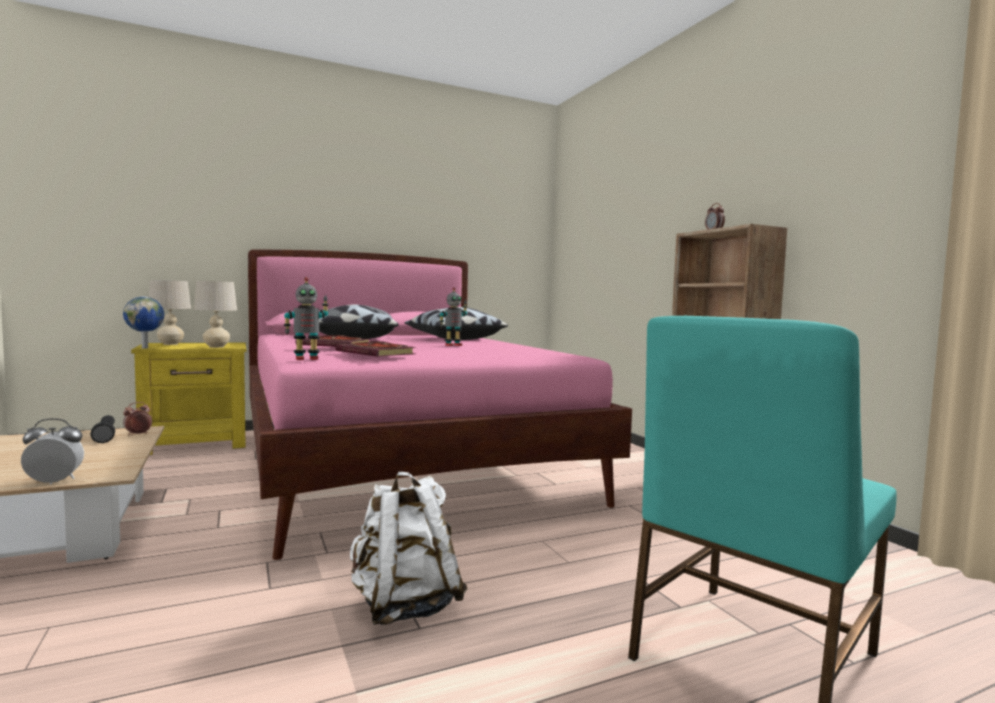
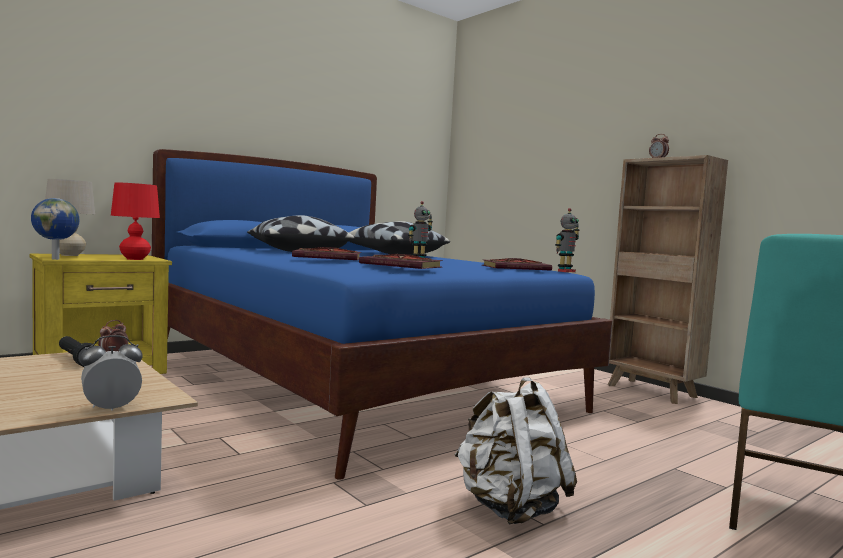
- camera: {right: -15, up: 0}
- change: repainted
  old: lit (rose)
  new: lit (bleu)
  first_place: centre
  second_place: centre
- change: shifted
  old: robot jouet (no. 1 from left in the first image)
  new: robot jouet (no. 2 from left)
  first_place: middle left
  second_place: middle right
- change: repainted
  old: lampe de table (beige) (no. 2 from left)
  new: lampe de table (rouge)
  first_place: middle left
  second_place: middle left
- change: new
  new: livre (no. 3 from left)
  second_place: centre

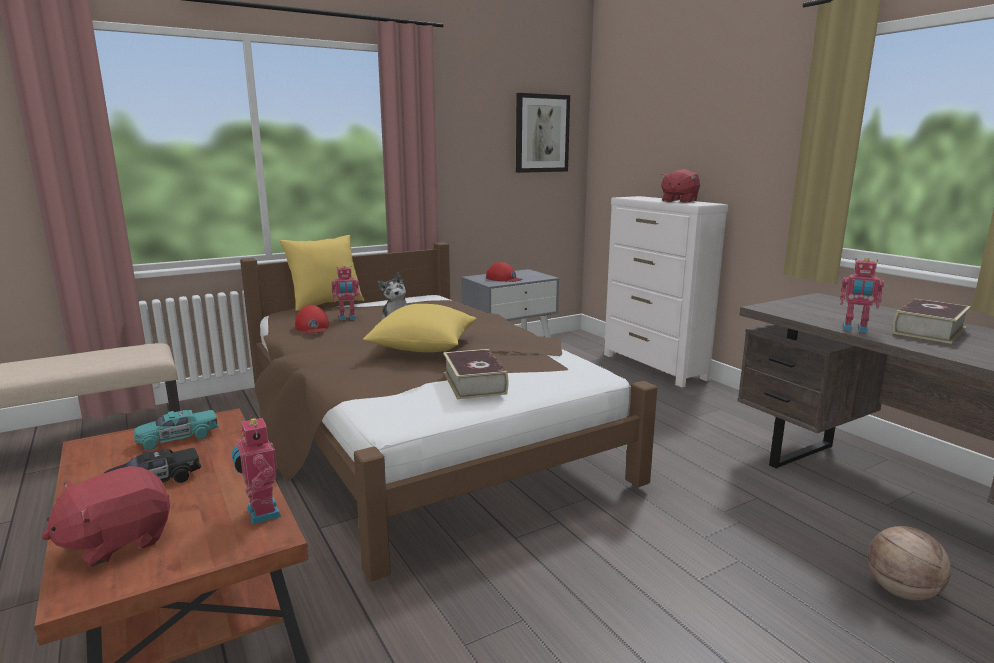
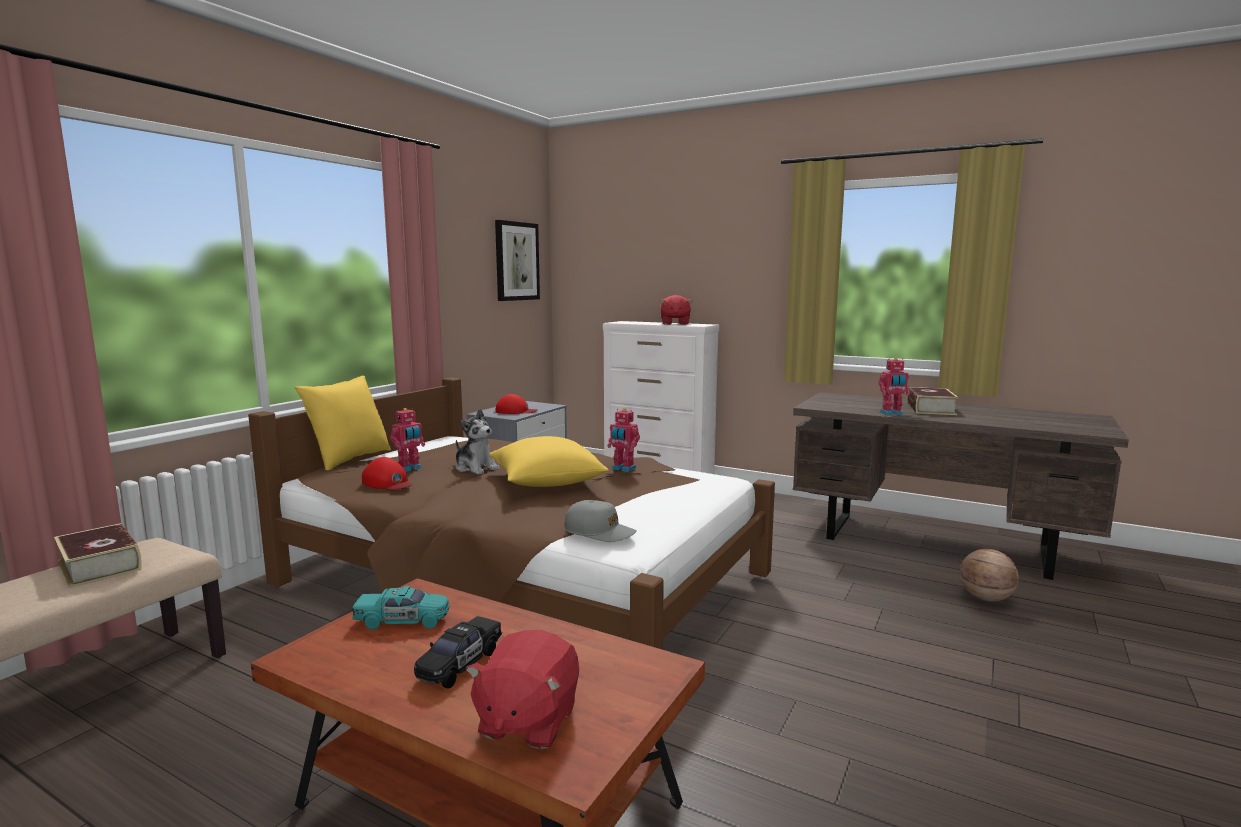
- camera: {right: -30, up: -5}
- change: shifted
  old: livre (no. 1 from left)
  first_place: centre
  second_place: bottom left
- change: rotated
  old: petite voiture (turquoise)
  first_place: middle left
  second_place: bottom left
  degrees: -120
- change: shifted
  old: robot jouet (no. 1 from left in the first image)
  new: robot jouet (no. 2 from left)
  first_place: bottom left
  second_place: centre
- change: new
  new: casquette (gris)
  second_place: centre

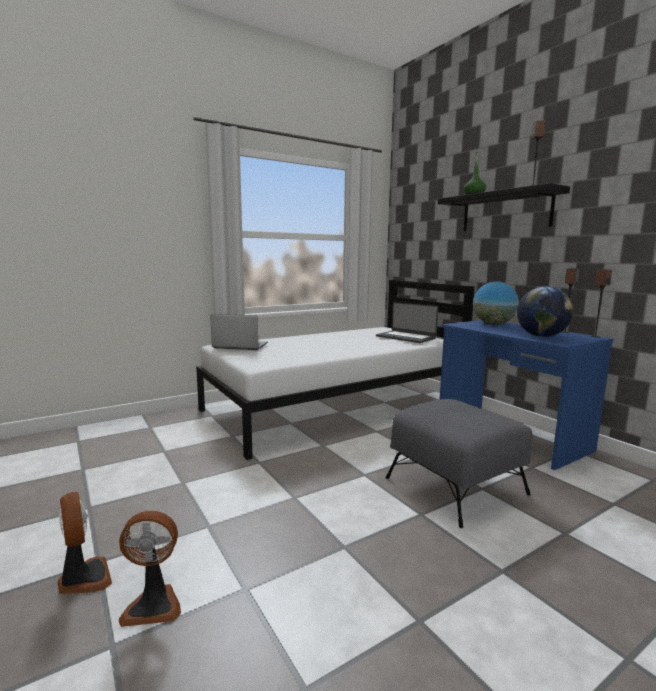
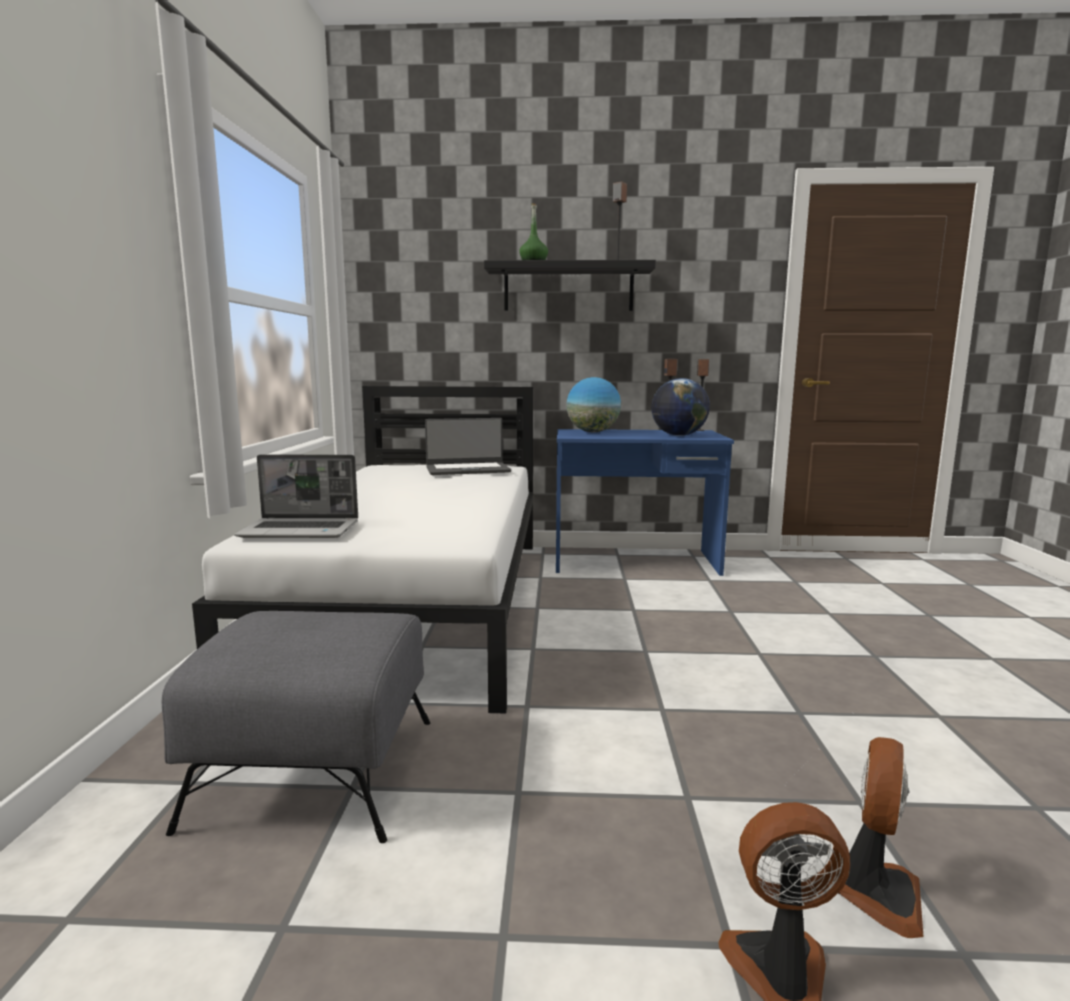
- camera: {right: -55, up: 0}
- change: rotated
  old: ordinateur portable (no. 1 from left)
  first_place: centre
  second_place: middle left
  degrees: -135
- change: shifted
  old: pouf (gris)
  first_place: bottom right
  second_place: bottom left

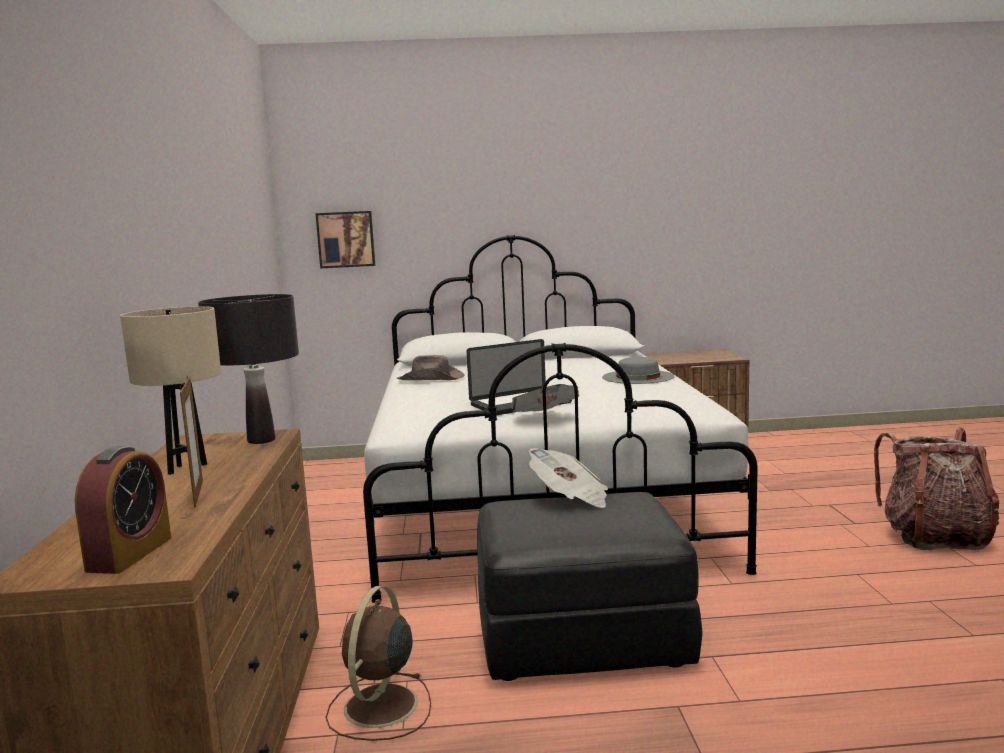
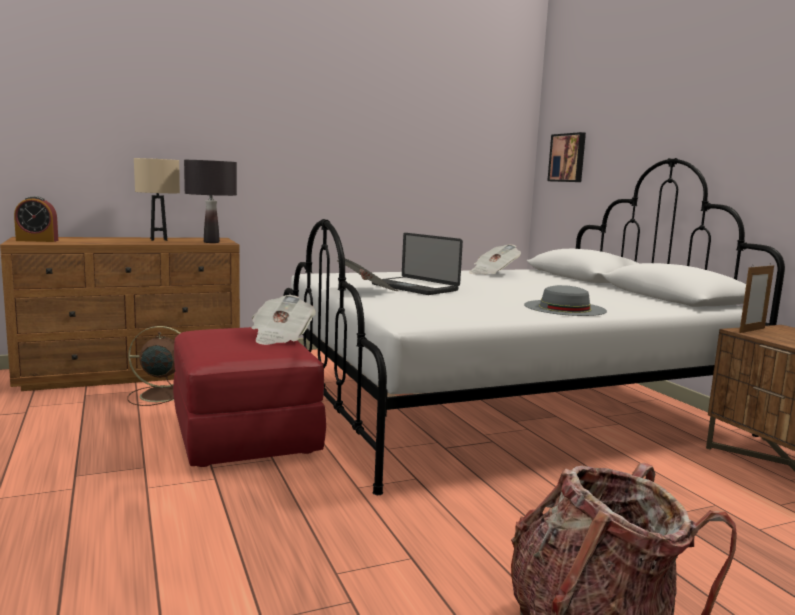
- camera: {right: 70, up: 0}
- change: swapped
  old: chapeau (marron)
  new: journal (no. 3 from left)
  first_place: centre
  second_place: centre
- change: shifted
  old: cadre photo
  first_place: middle left
  second_place: middle right
- change: repainted
  old: pouf (noir)
  new: pouf (rouge)
  first_place: bottom centre
  second_place: middle left

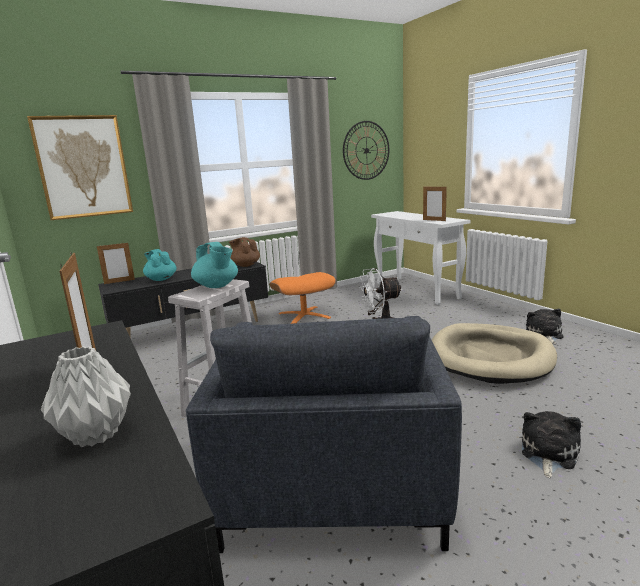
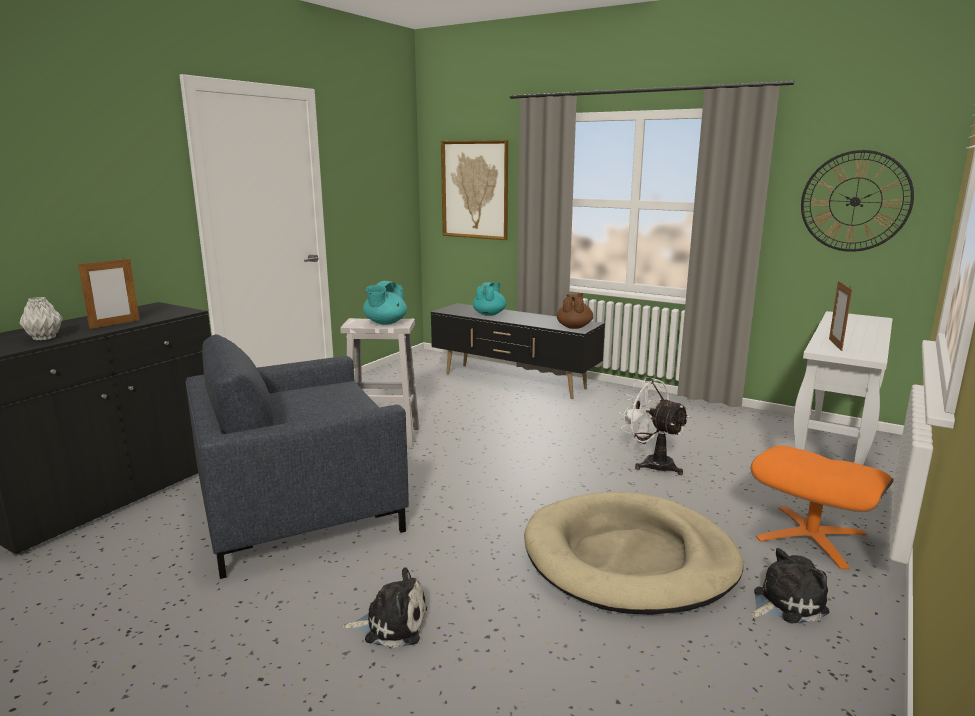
- camera: {right: 60, up: 0}
- change: gone
  old: cadre photo (no. 2 from left)
  first_place: middle left
- change: shifted
  old: pouf (orange)
  first_place: centre
  second_place: bottom right

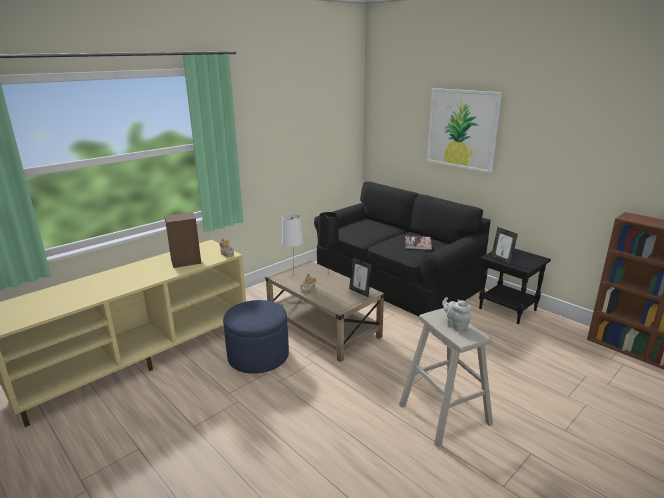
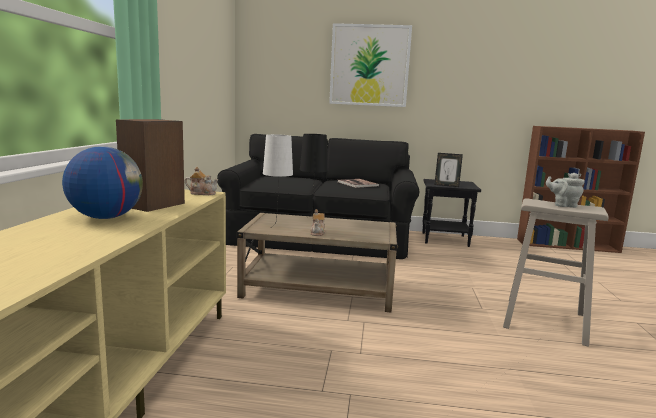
- camera: {right: -40, up: -10}
- change: gone
  old: cadre photo (no. 1 from left)
  first_place: centre
- change: gone
  old: pouf (bleu)
  first_place: bottom centre
- change: new
  new: globe
  second_place: middle left

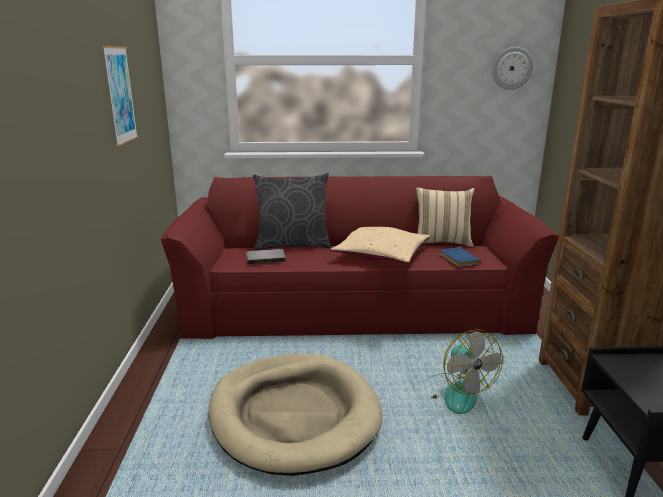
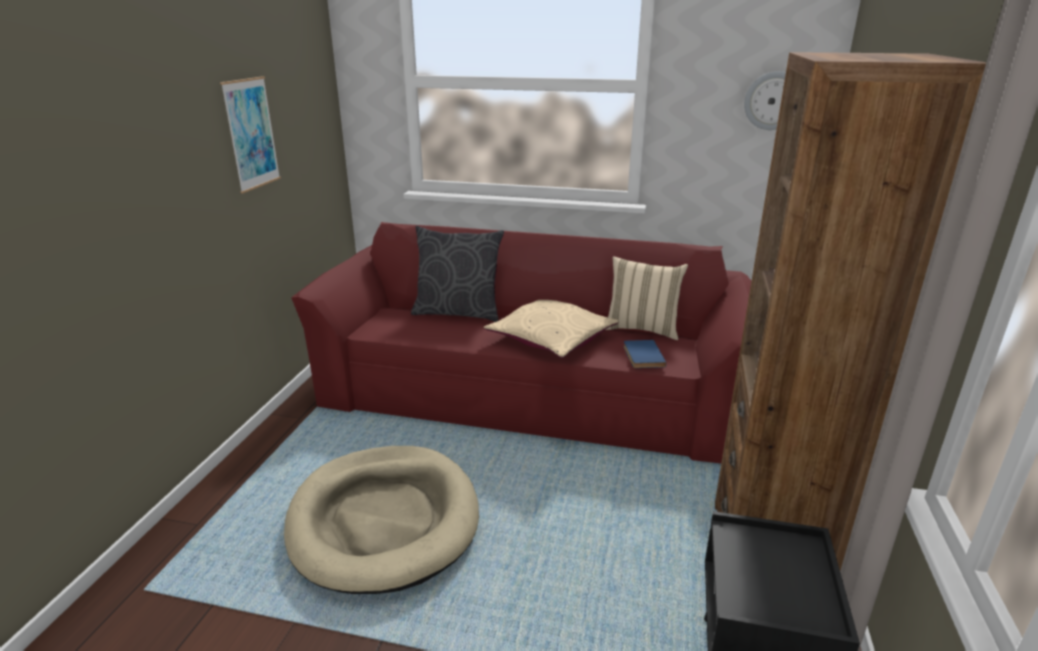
- camera: {right: 15, up: 5}
- change: gone
  old: livre (gris)
  first_place: centre
- change: gone
  old: ventilateur
  first_place: bottom right

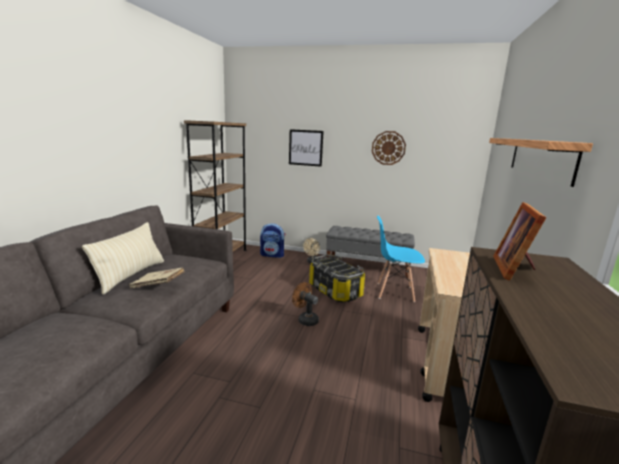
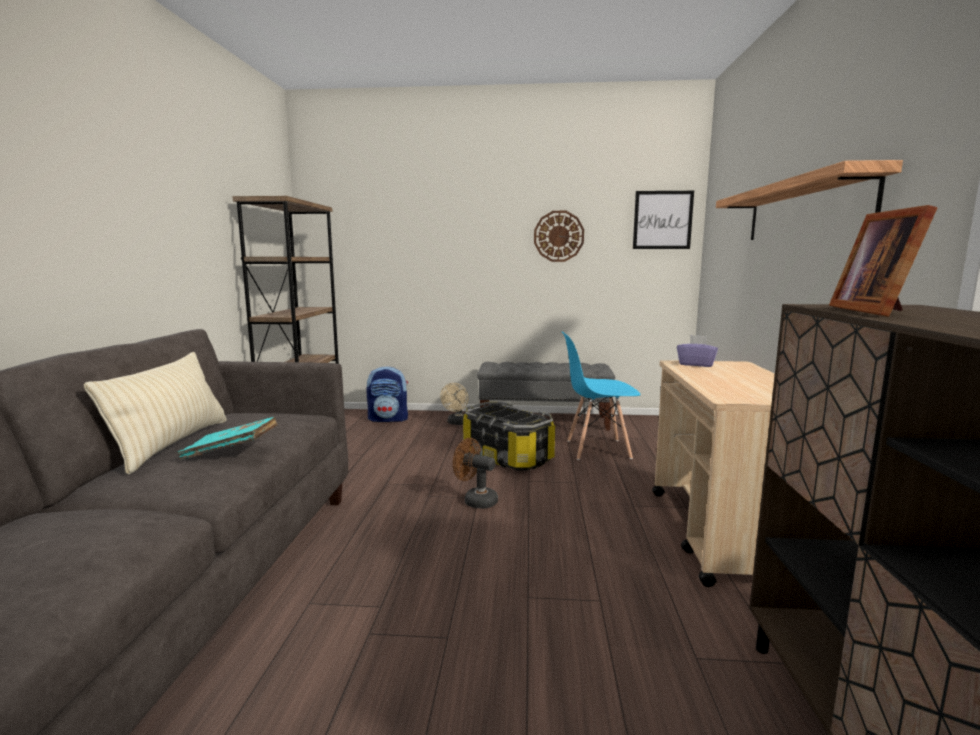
- camera: {right: -10, up: -5}
- change: shifted
  old: tableau
  first_place: top centre
  second_place: top right
- change: repainted
  old: livre (beige)
  new: livre (turquoise)
  first_place: middle left
  second_place: middle left
- change: new
  new: boîte à mouchoirs (violet)
  second_place: middle right

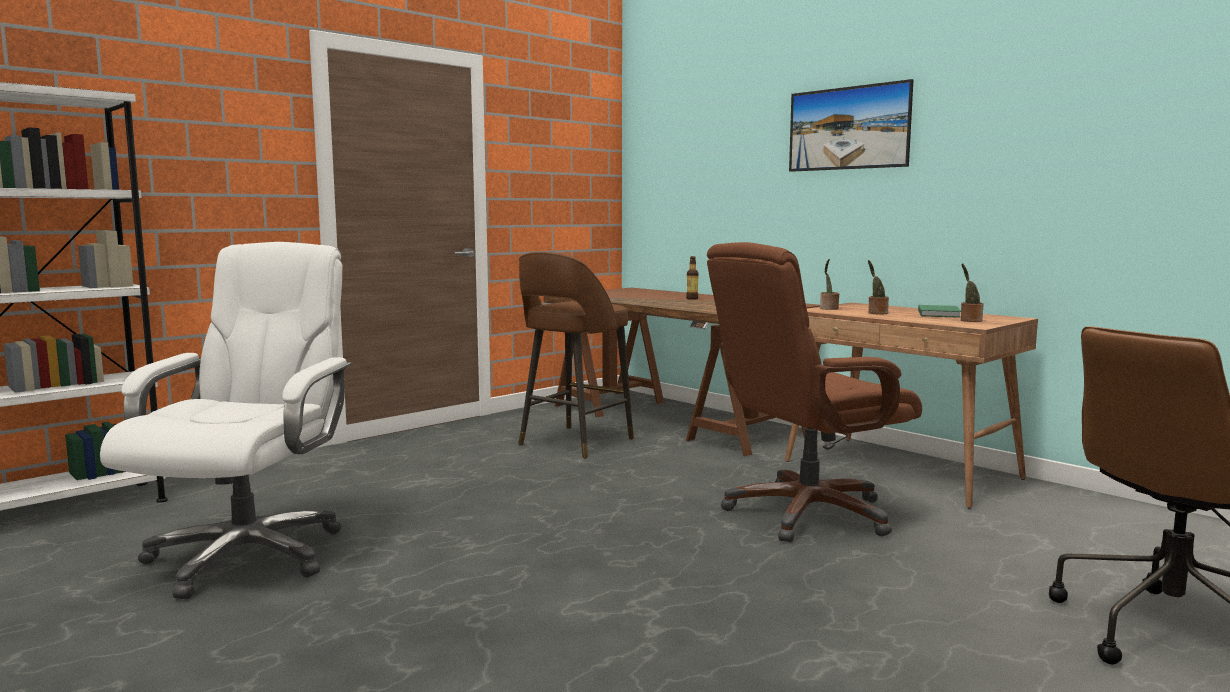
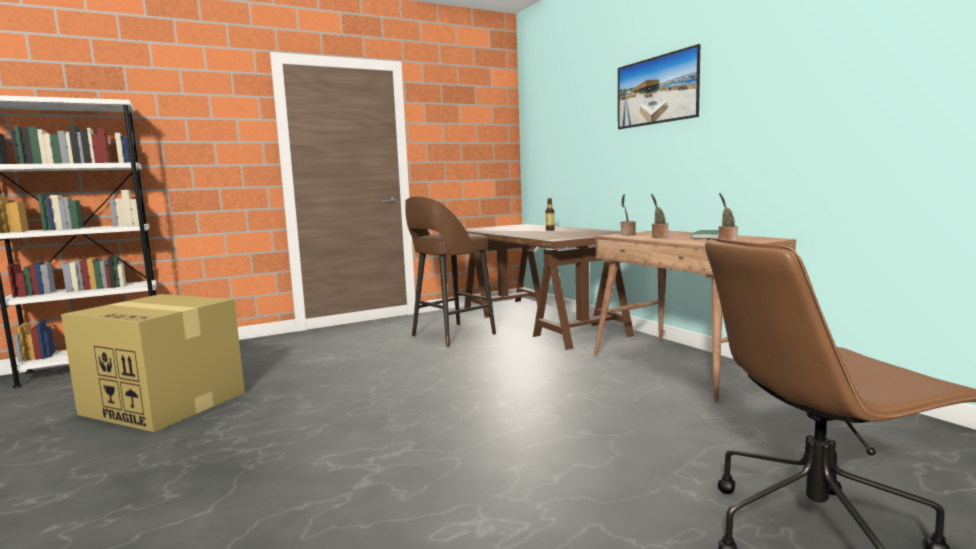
- camera: {right: 15, up: 0}
- change: swapped
  old: chaise de bureau (blanc)
  new: carton
  first_place: middle left
  second_place: middle left
- change: gone
  old: chaise de bureau (marron) (no. 1 from left)
  first_place: centre

